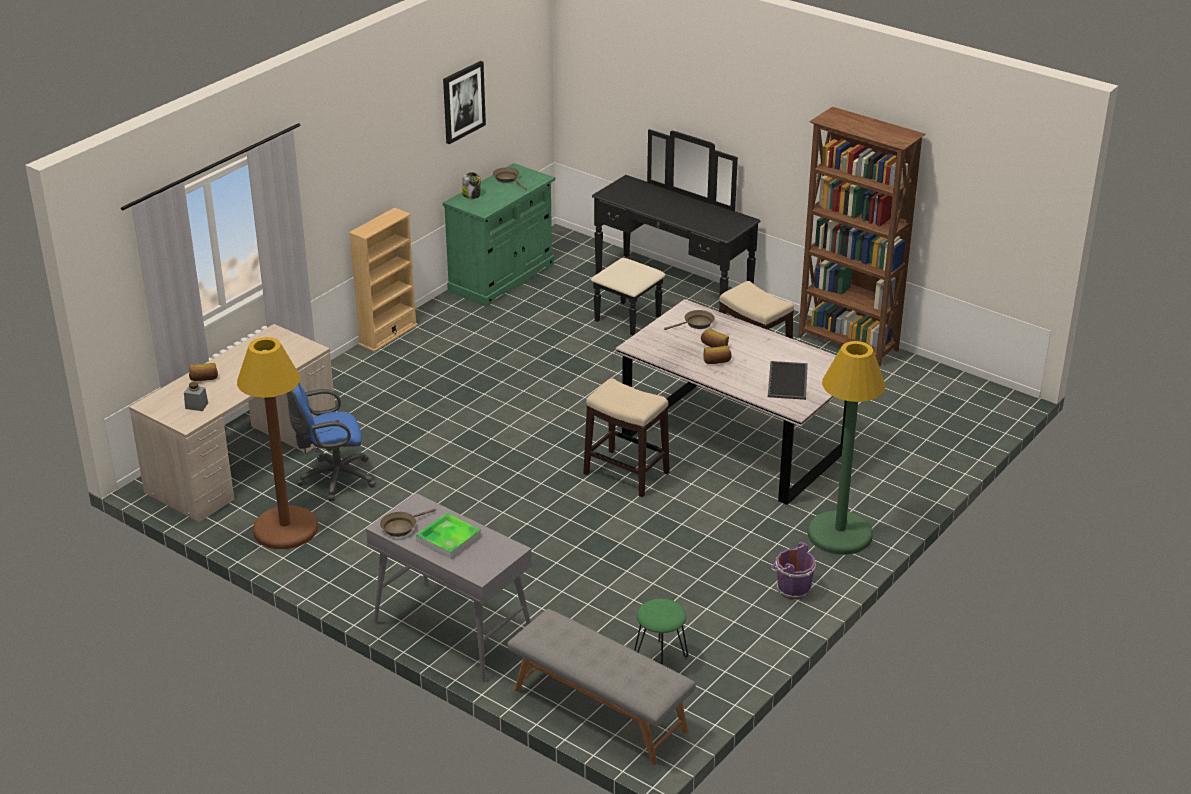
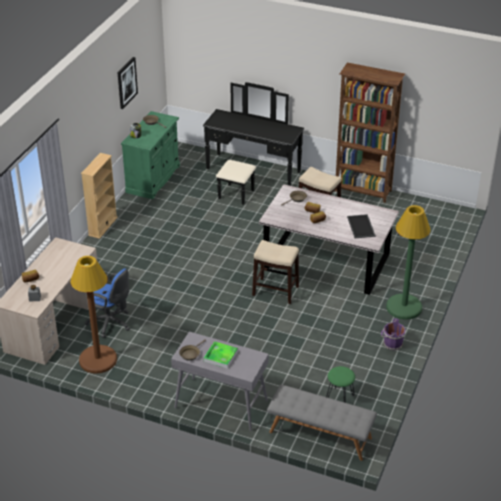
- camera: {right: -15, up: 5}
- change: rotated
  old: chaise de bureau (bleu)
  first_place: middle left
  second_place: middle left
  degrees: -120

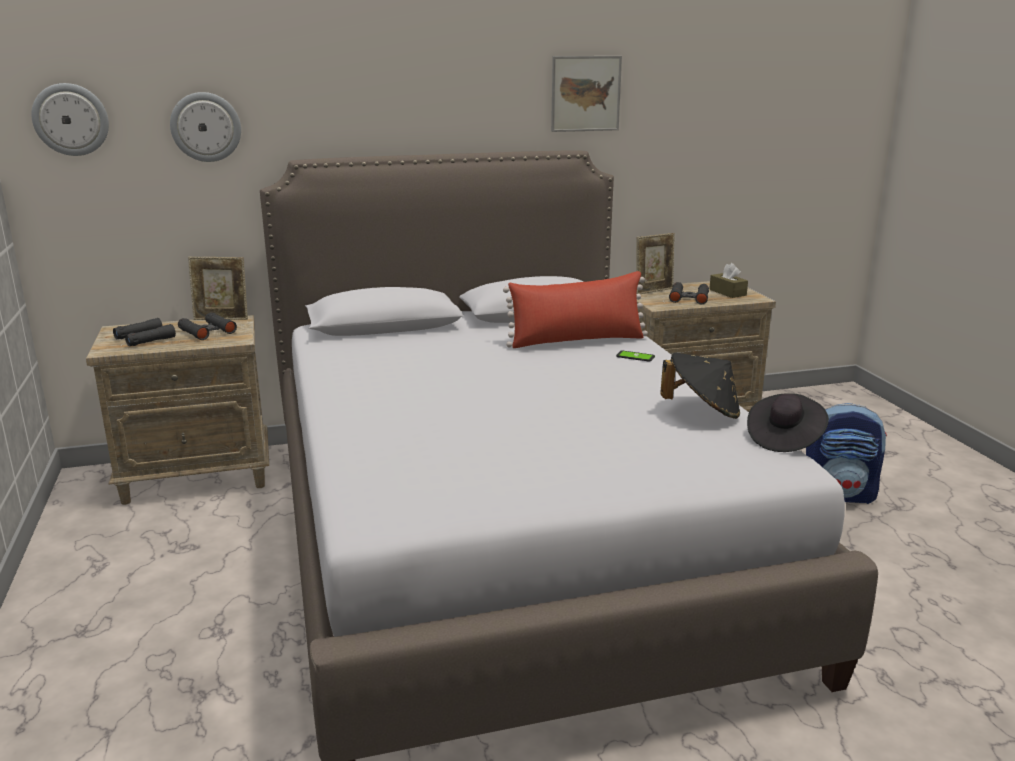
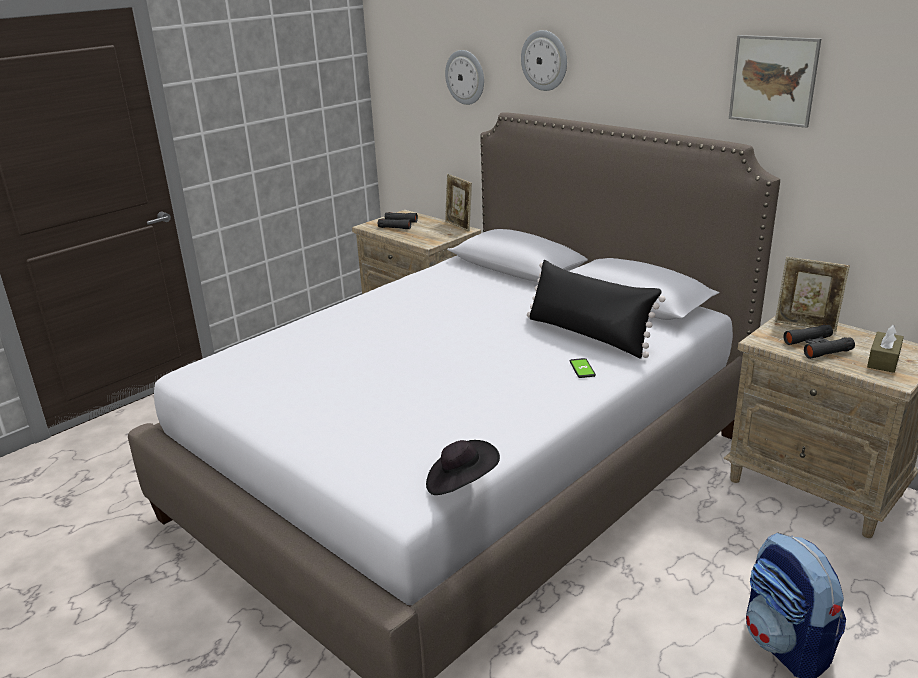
- camera: {right: 60, up: 5}
- change: shifted
  old: horloge murale (no. 1 from left in the first image)
  new: horloge murale (no. 2 from left)
  first_place: top left
  second_place: top centre
- change: repainted
  old: coussin (rouge)
  new: coussin (noir)
  first_place: centre
  second_place: centre
- change: gone
  old: jumelles (noir) (no. 2 from left)
  first_place: middle left
- change: gone
  old: chapeau (noir) (no. 1 from left)
  first_place: middle right

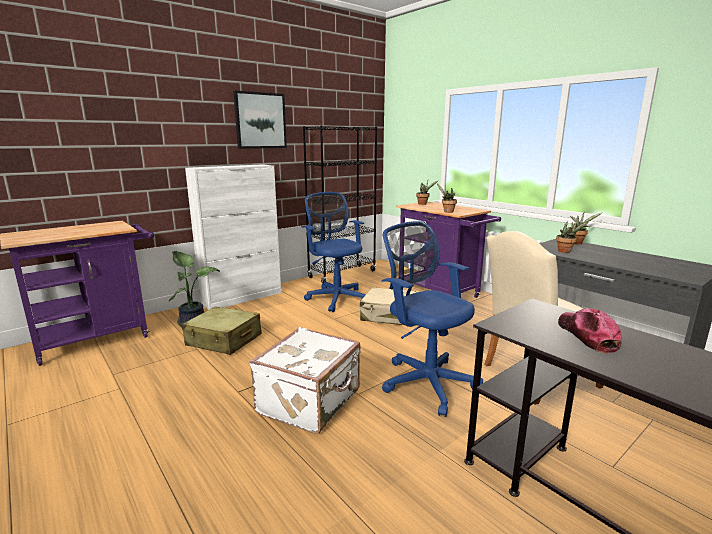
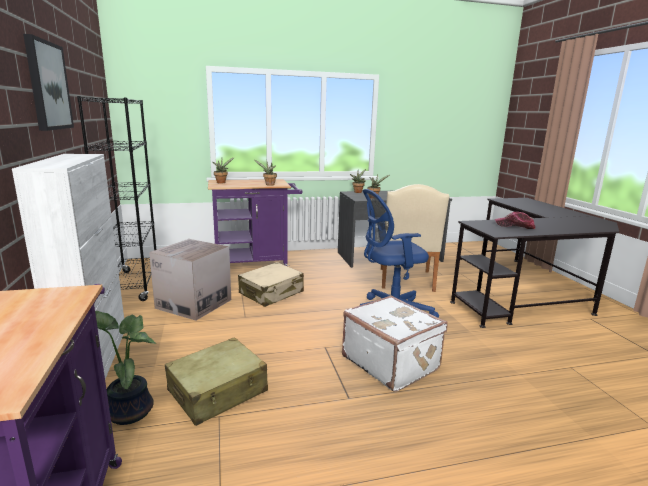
- camera: {right: -65, up: 0}
- change: swapped
  old: chaise de bureau (bleu) (no. 1 from left)
  new: carton
  first_place: centre
  second_place: middle left

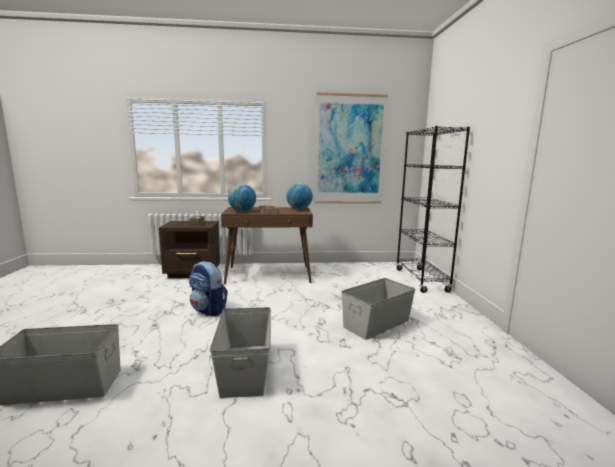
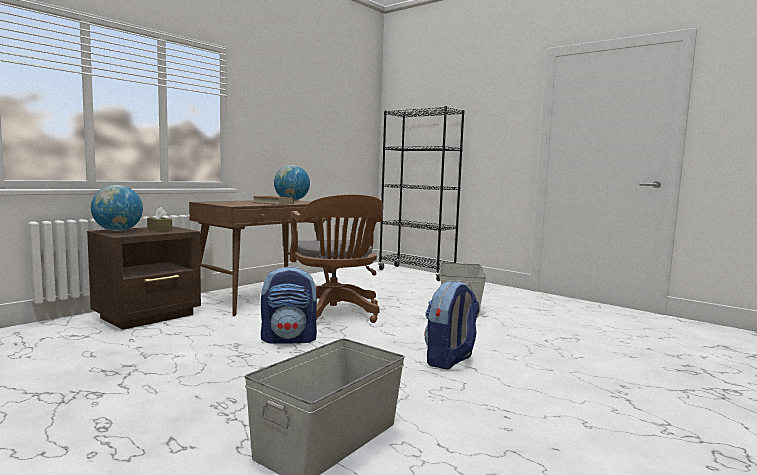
- camera: {right: -45, up: -5}
- change: gone
  old: tableau
  first_place: top centre
- change: shifted
  old: globe (no. 1 from left)
  first_place: centre
  second_place: middle left
- change: swapped
  old: boîte de rangement (gris) (no. 2 from left)
  new: sac à dos (no. 2 from left)
  first_place: bottom centre
  second_place: bottom centre
- change: new
  new: chaise de bureau (marron)
  second_place: centre

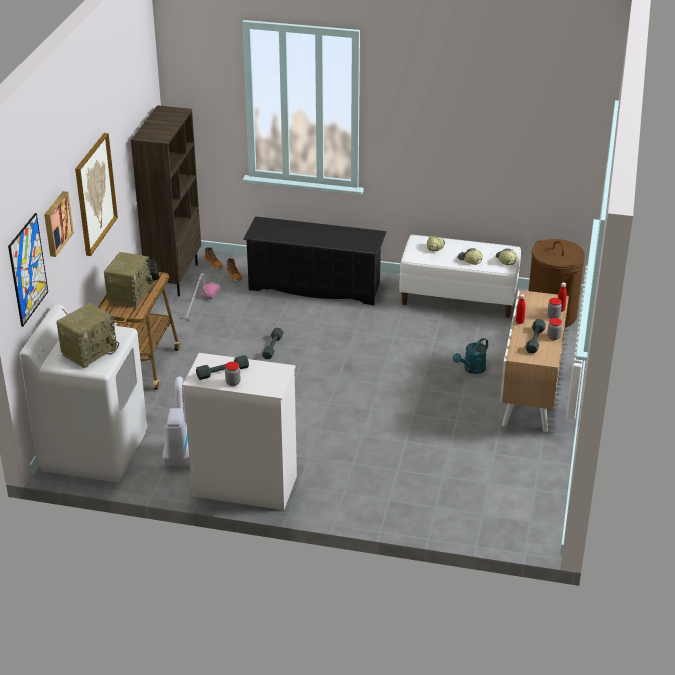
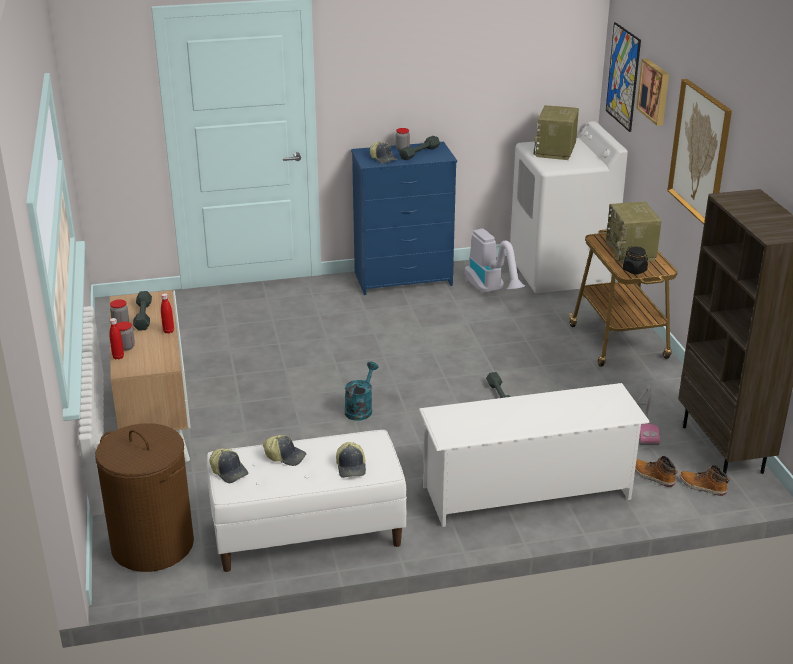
- camera: {right: 155, up: -5}
- change: repainted
  old: étagère à chaussures (noir)
  new: étagère à chaussures (blanc)
  first_place: centre
  second_place: bottom right
- change: shifted
  old: arrosoir (turquoise)
  first_place: middle right
  second_place: centre
- change: repainted
  old: commode (blanc)
  new: commode (bleu)
  first_place: centre
  second_place: top centre
- change: new
  new: casquette (no. 4 from left)
  second_place: top centre

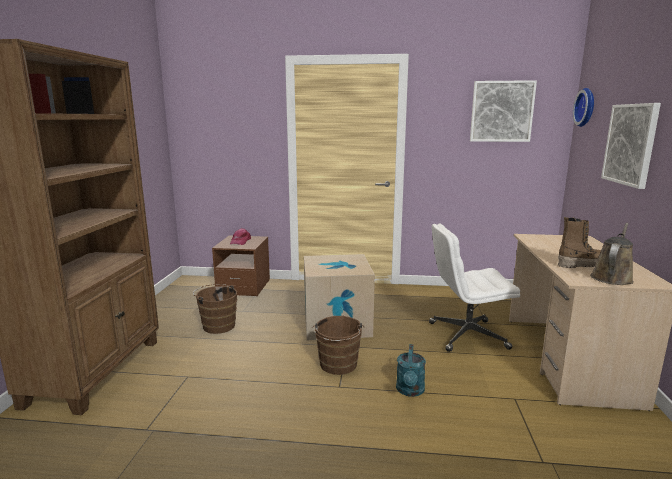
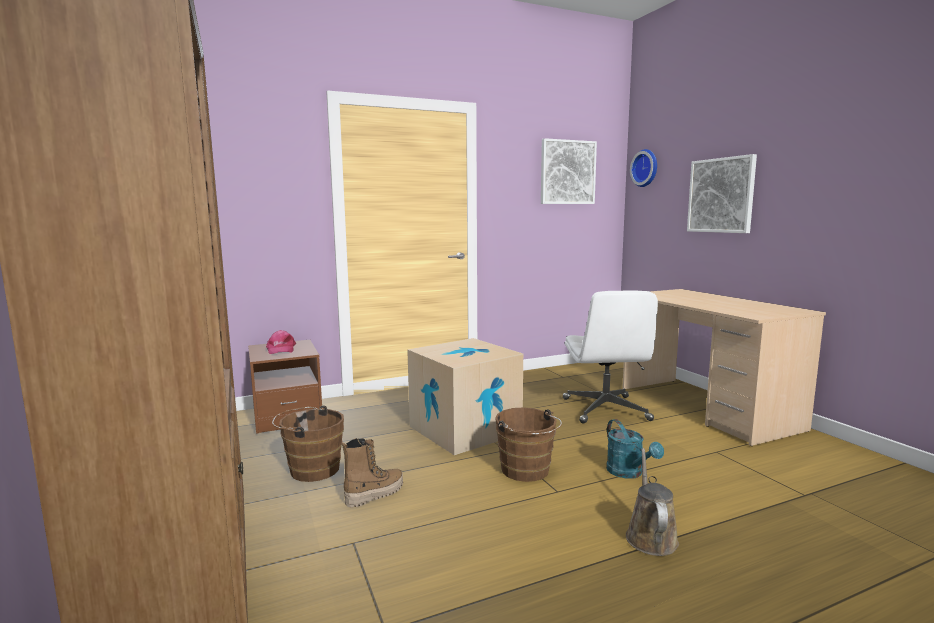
- camera: {right: -30, up: -5}
- change: shifted
  old: botte
  first_place: middle right
  second_place: bottom centre
- change: rotated
  old: chaise de bureau (blanc)
  first_place: middle right
  second_place: centre
  degrees: -60
- change: shifted
  old: arrosoir (marron)
  first_place: middle right
  second_place: bottom right

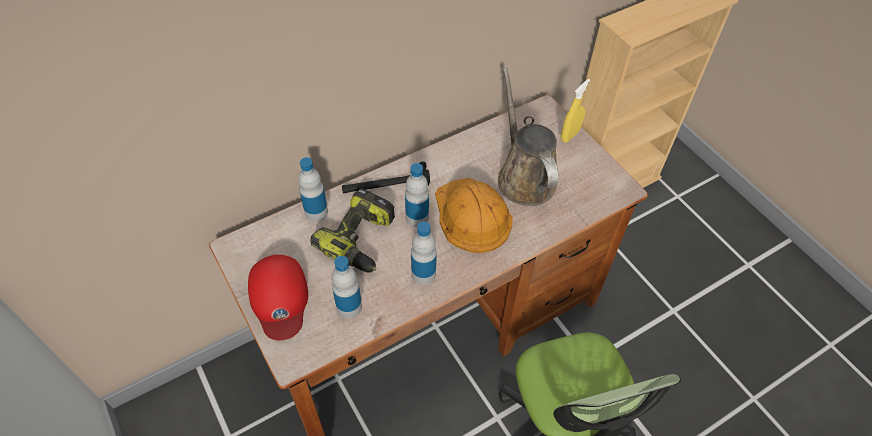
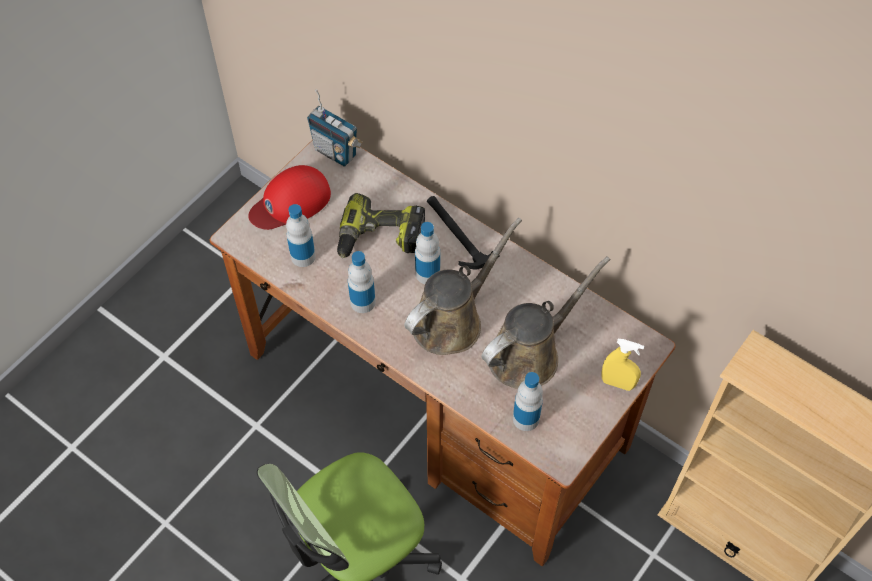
- camera: {right: 70, up: 5}
- change: shifted
  old: bouteille (no. 1 from left in the first image)
  new: bouteille (no. 4 from left)
  first_place: centre
  second_place: bottom centre
- change: swapped
  old: casque de chantier (orange)
  new: arrosoir (marron) (no. 1 from left)
  first_place: centre
  second_place: centre
- change: new
  new: radio
  second_place: top centre

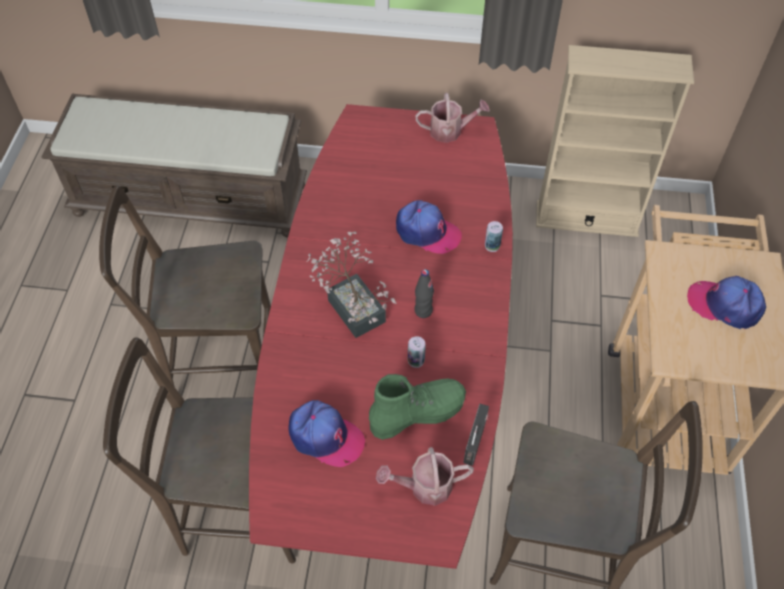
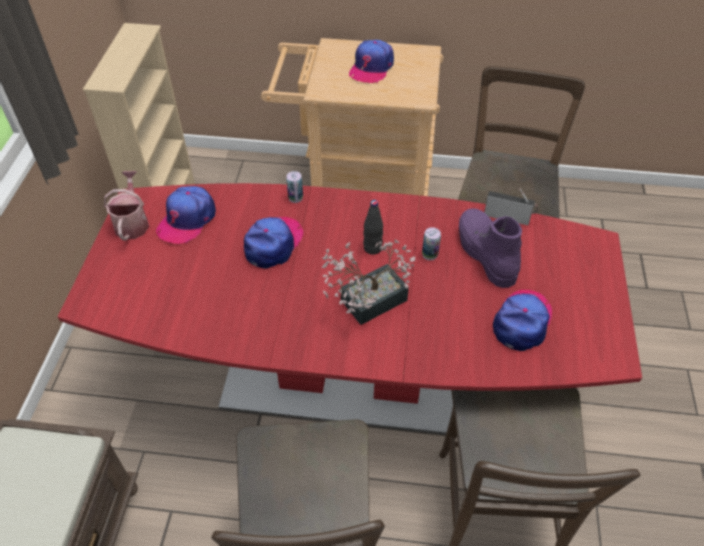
- camera: {right: -90, up: -5}
- change: repainted
  old: botte (vert)
  new: botte (violet)
  first_place: bottom centre
  second_place: middle right
- change: gone
  old: arrosoir (no. 1 from left)
  first_place: bottom centre
- change: new
  new: casquette (no. 1 from left)
  second_place: middle left

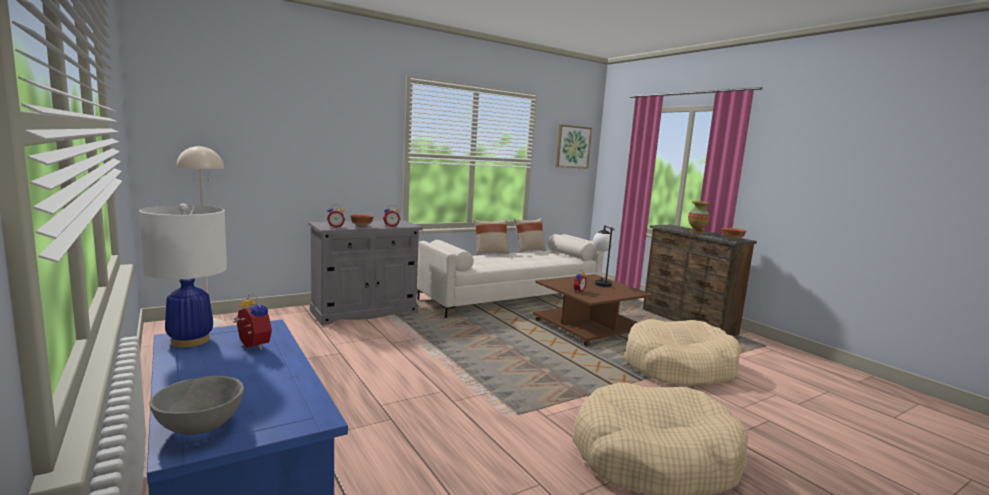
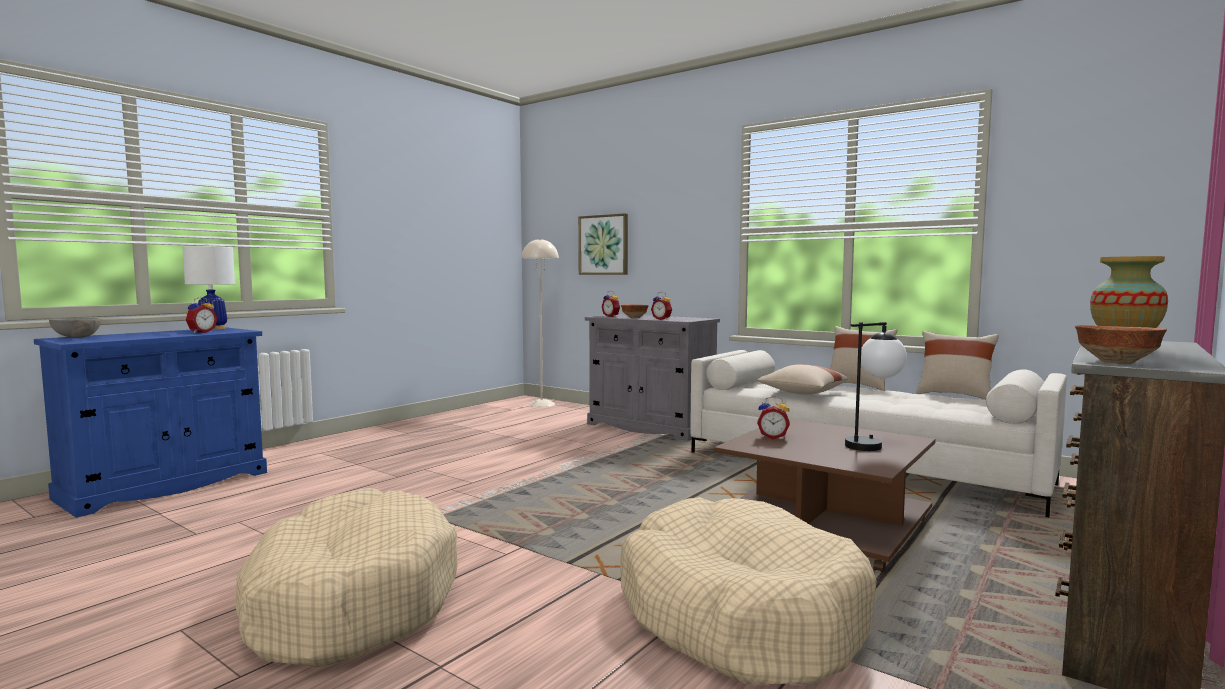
- camera: {right: 70, up: -5}
- change: shifted
  old: tableau
  first_place: top centre
  second_place: centre
- change: new
  new: coussin (beige) (no. 1 from left)
  second_place: centre

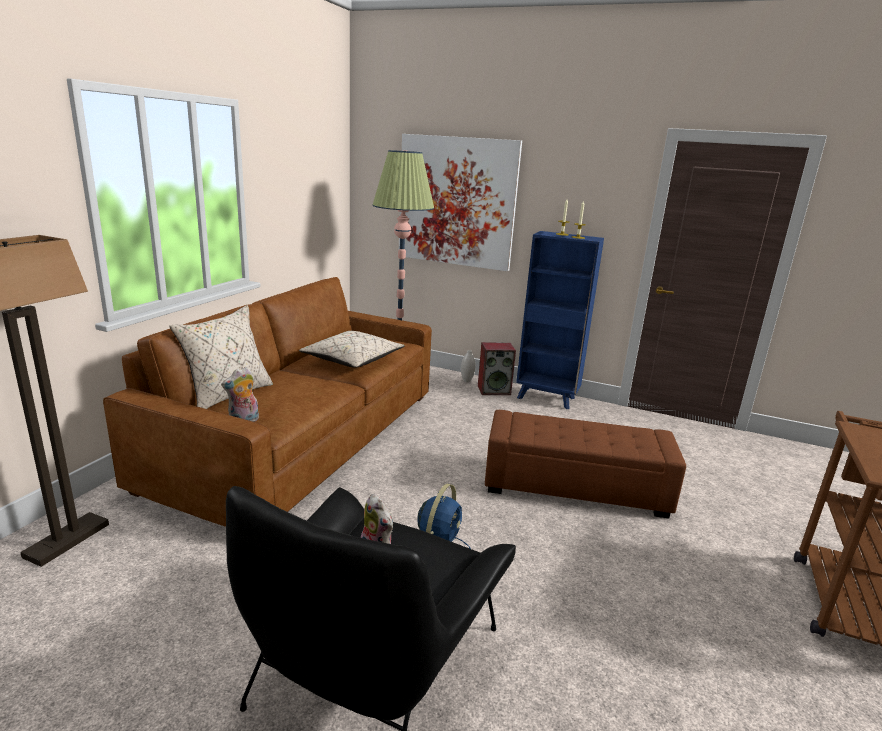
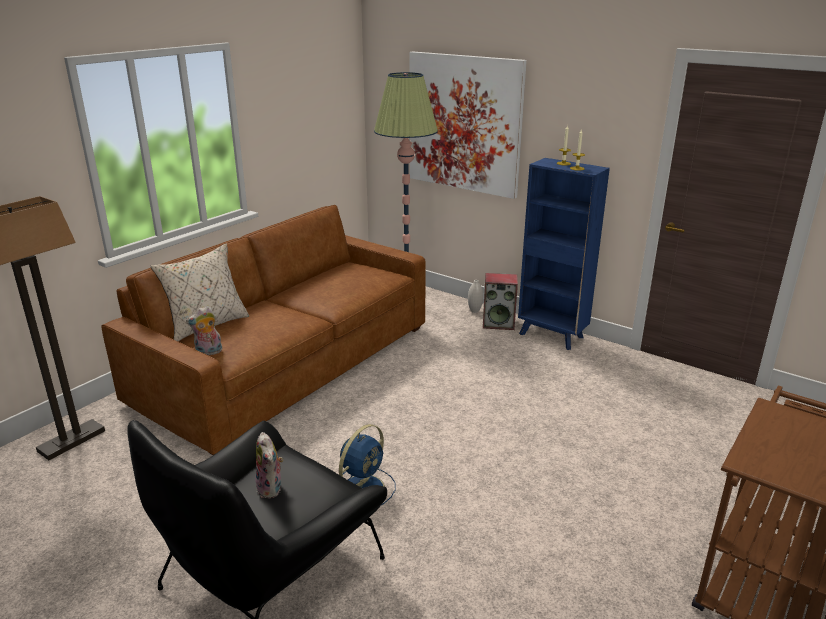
- camera: {right: 15, up: 5}
- change: gone
  old: coussin (beige) (no. 2 from left)
  first_place: centre
- change: gone
  old: pouf (marron)
  first_place: centre

